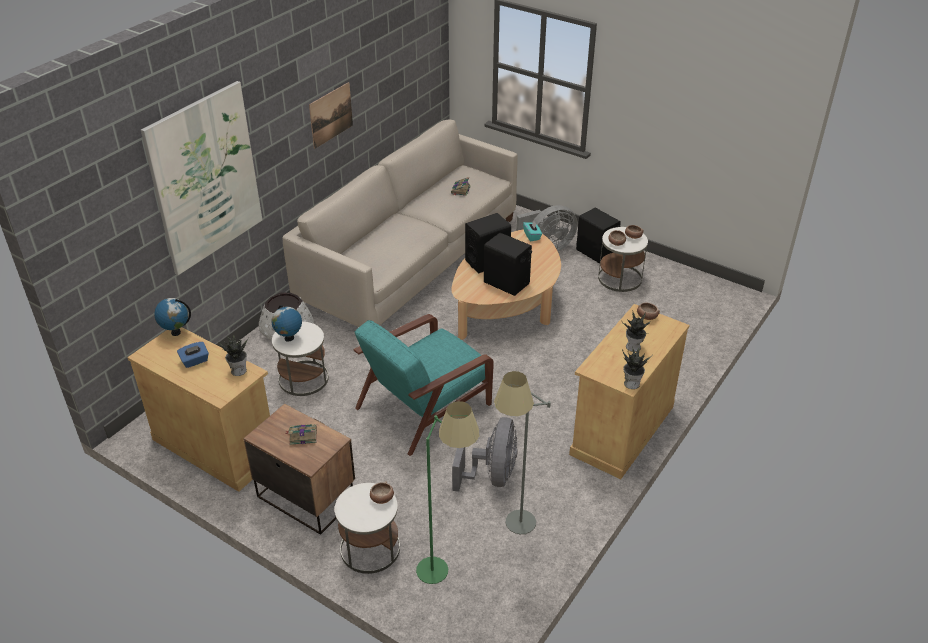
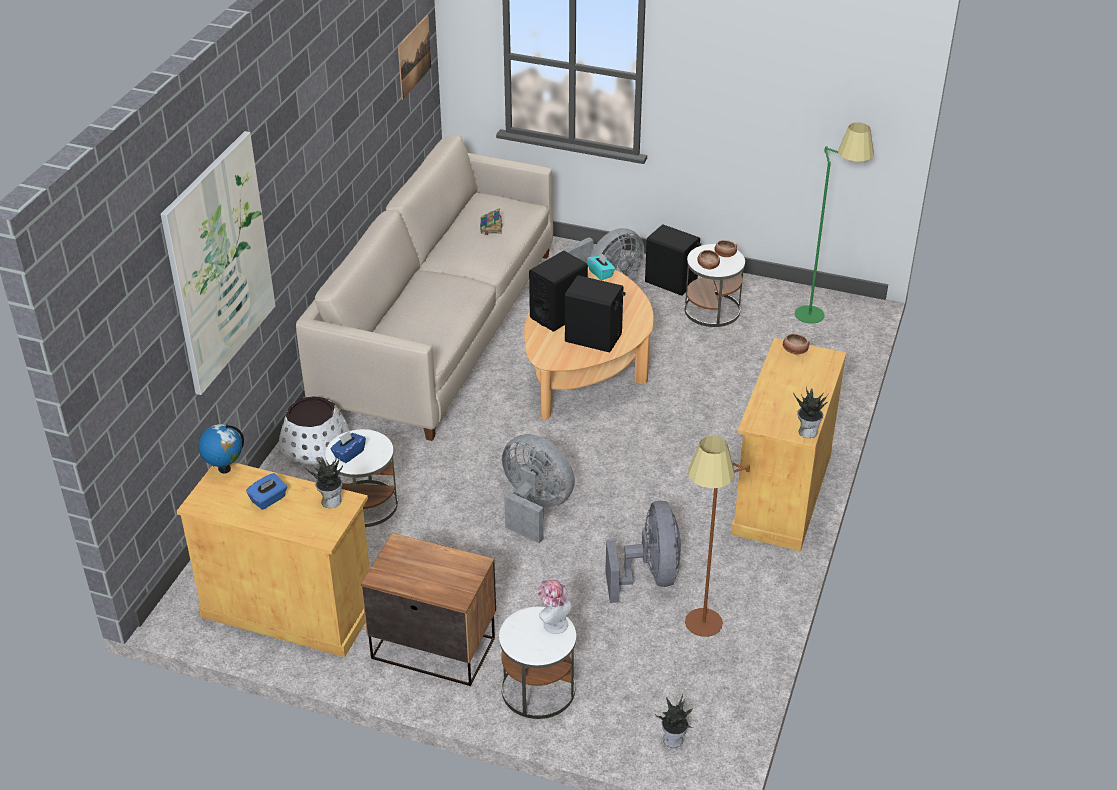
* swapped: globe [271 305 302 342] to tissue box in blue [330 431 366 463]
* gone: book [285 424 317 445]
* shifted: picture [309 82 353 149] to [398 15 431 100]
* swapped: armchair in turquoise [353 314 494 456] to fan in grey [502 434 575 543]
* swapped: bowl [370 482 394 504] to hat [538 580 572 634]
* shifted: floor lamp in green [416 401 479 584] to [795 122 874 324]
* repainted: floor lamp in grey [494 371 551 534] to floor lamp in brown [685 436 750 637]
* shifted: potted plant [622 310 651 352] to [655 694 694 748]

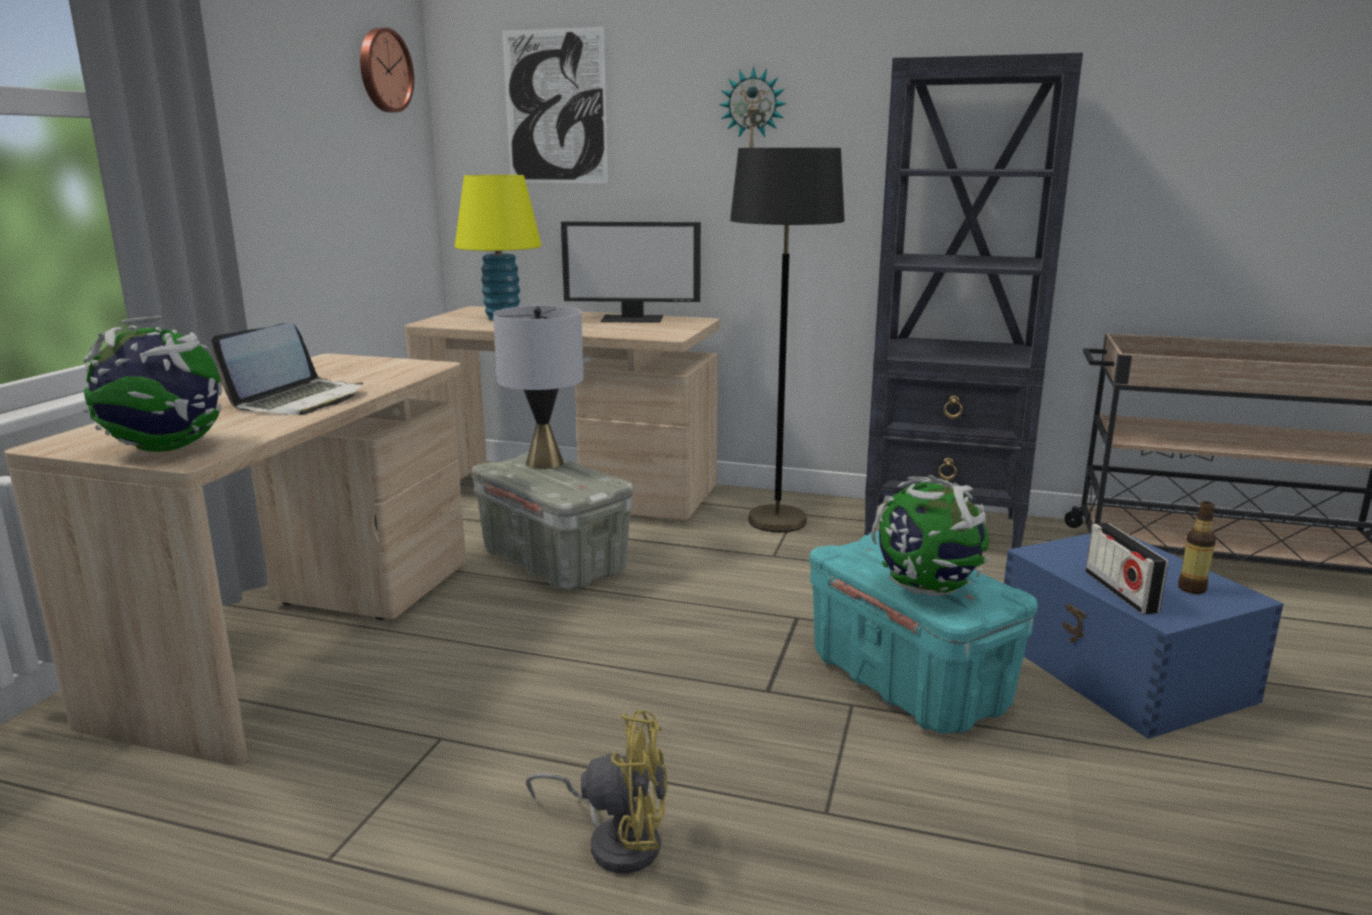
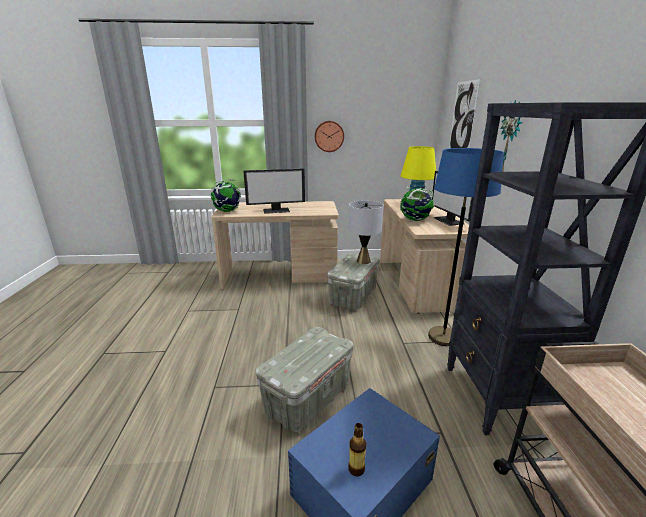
* swapped: laptop [211 323 363 415] to monitor [243 168 305 214]
* shifted: wall clock [360 28 414 112] to [315 121 344 152]
* gone: fan in yellow [526 710 668 873]
* repainted: floor lamp in black [730 148 845 532] to floor lamp in blue [428 148 504 346]
* repainted: storage box in turquoise [809 531 1038 734] to storage box in grey [256 327 354 432]
* shifted: globe [871 475 990 596] to [400 186 435 221]
* gone: radio [1085 523 1168 614]

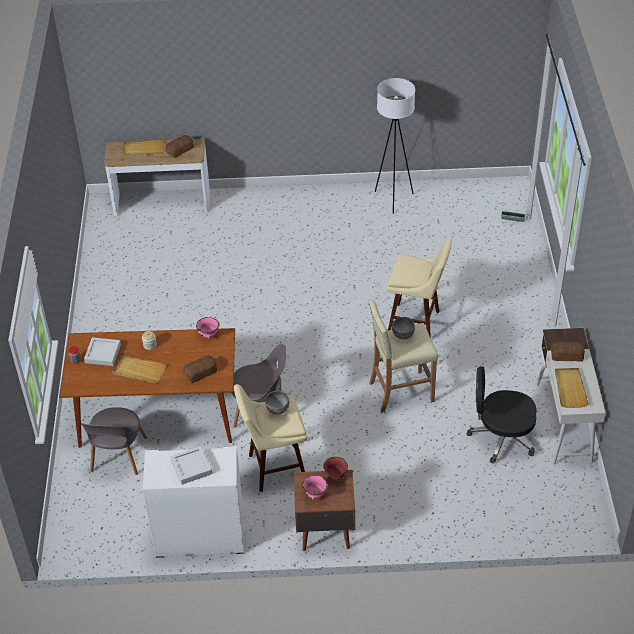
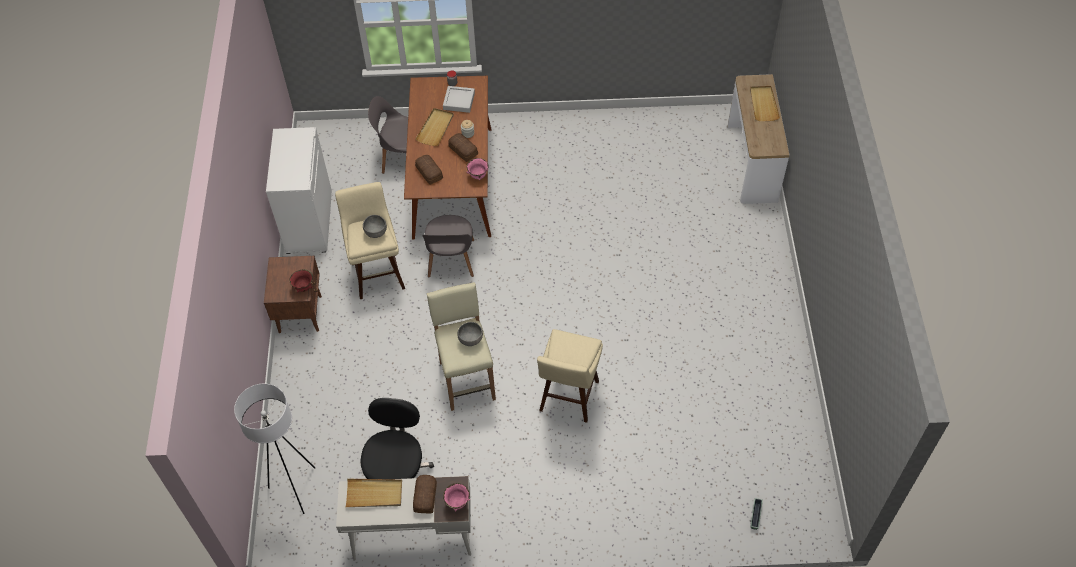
* shifted: bread [165 135 194 158] to [448 133 478 162]
* gone: tray in grey [170 446 213 485]
* shifted: bowl in pink [302 475 328 500] to [443 483 470 512]
* shifted: floor lamp in white [375 78 415 214] to [234 384 315 514]

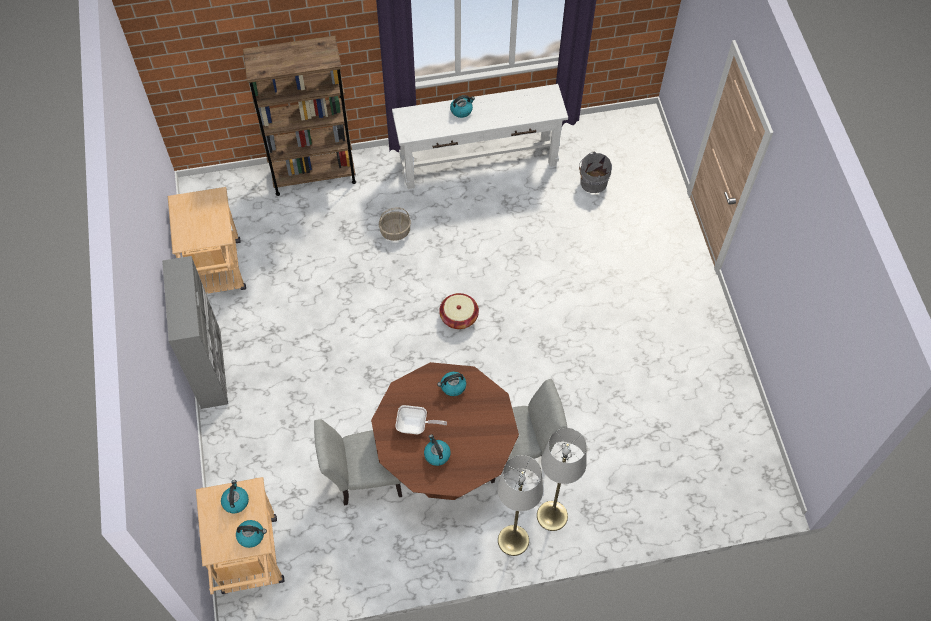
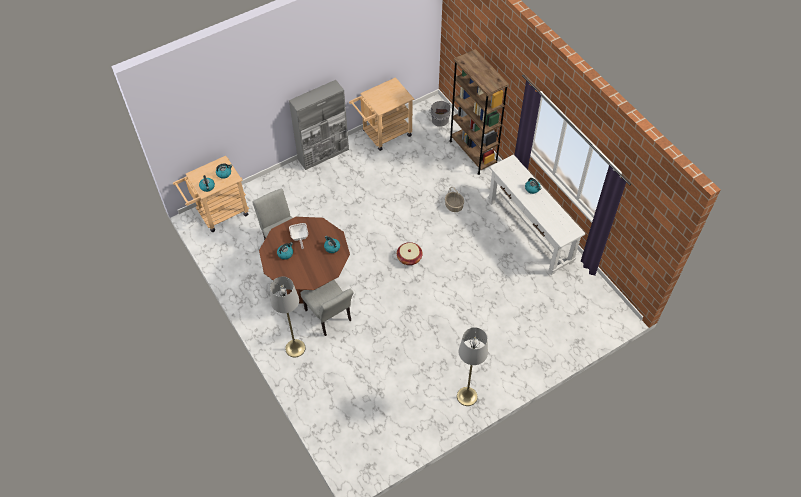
* shifted: floor lamp in grey [497 455 543 556] to [457 328 488 406]
* shifted: bucket in grey [579 152 612 193] to [429 101 450 127]

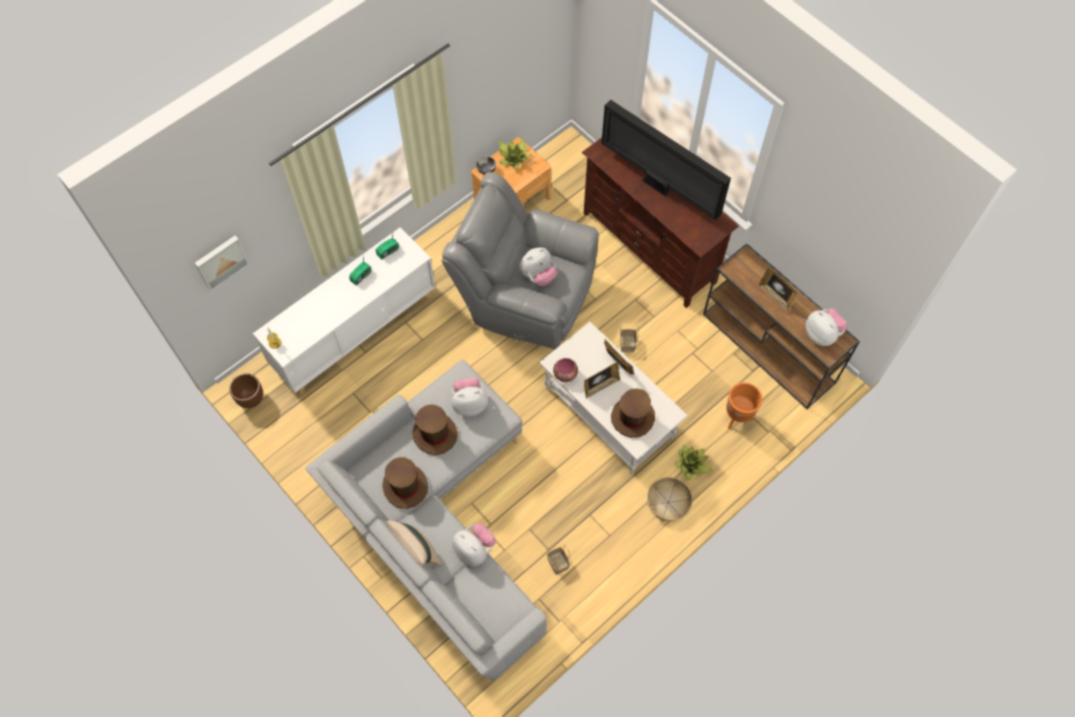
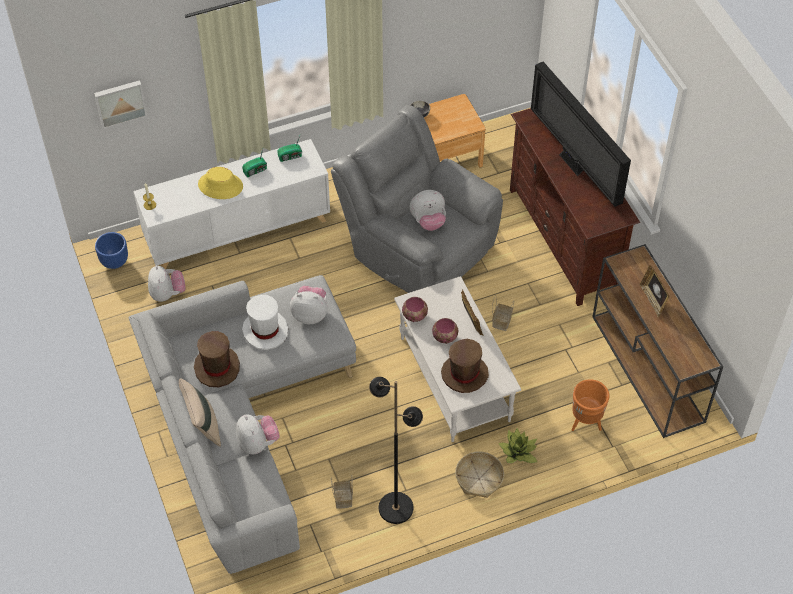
* repainted: planter in brown [229 373 263 408] to planter in blue [95 232 128 269]
* repainted: hat in brown [412 404 458 455] to hat in white [242 295 288 350]
* gone: potted plant [498 139 532 169]
* swapped: picture frame [584 363 620 399] to bowl [432 318 458 344]
* shifted: plush toy [806 308 847 346] to [148 265 186 302]
* new: hat in yellow [198 167 243 199]
* new: floor lamp in black [369 377 423 524]

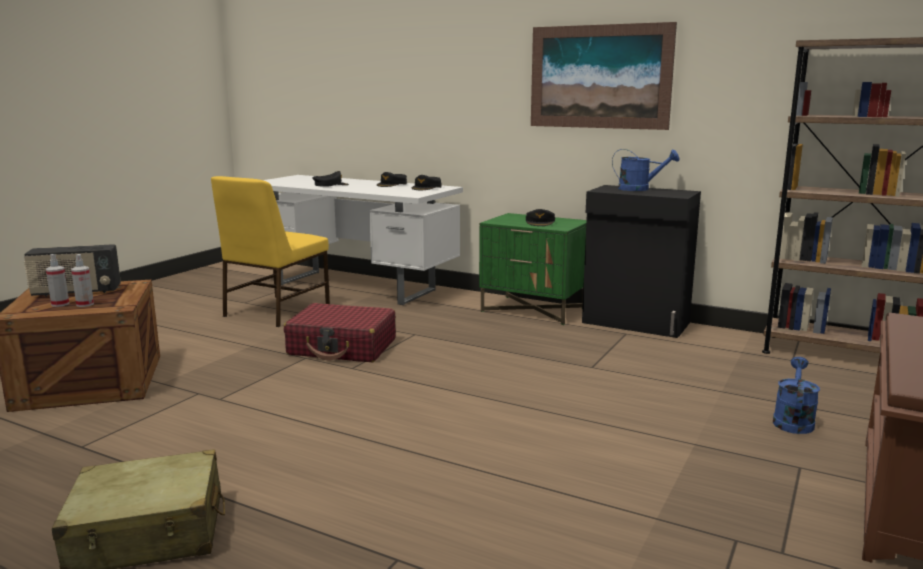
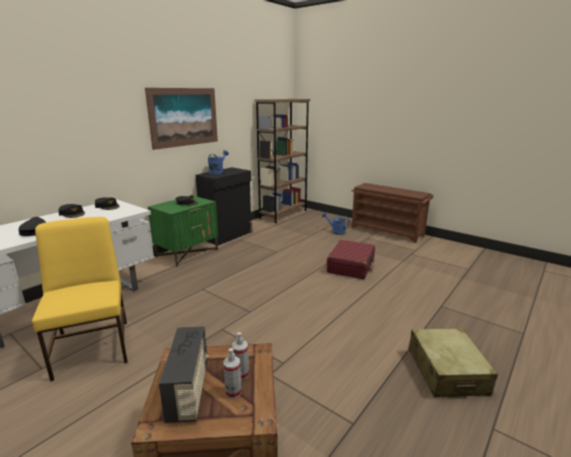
* rotated: chair in yellow [211 176 330 327] = [32 217 128 381] 150 degrees counterclockwise
* shifted: suitcase in red [284 303 396 362] to [327 240 375 279]

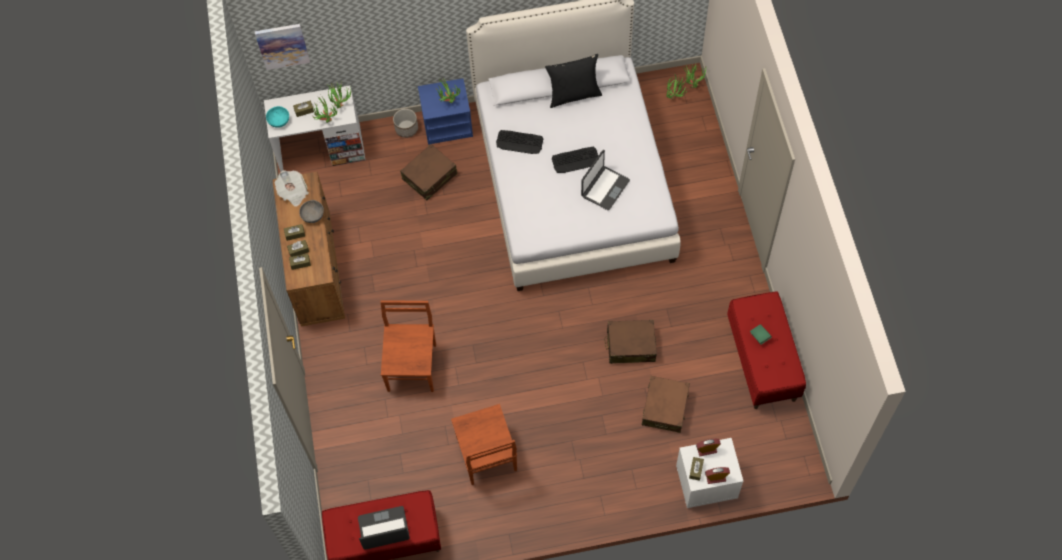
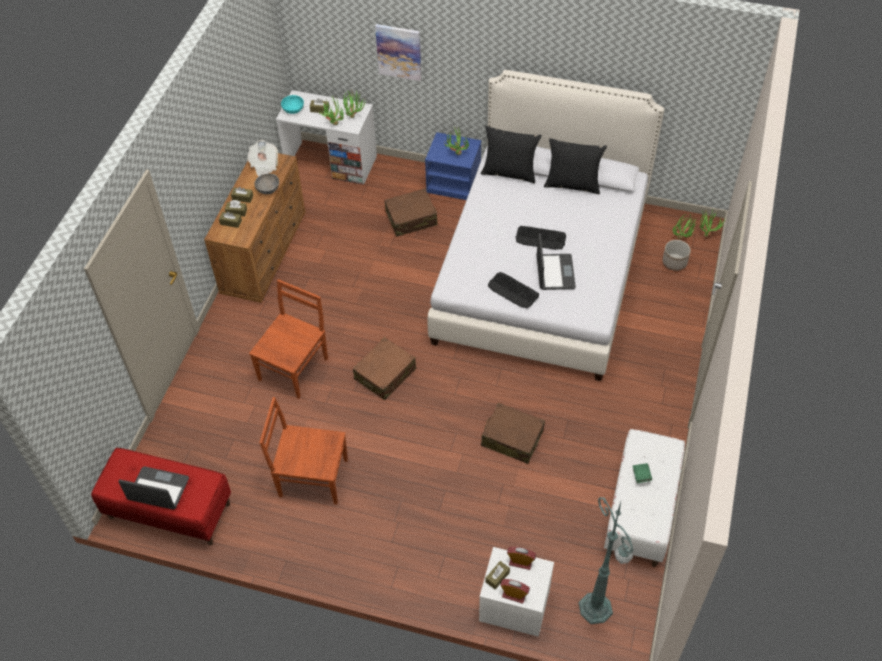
* shifted: picture [255 24 310 70] to [375 24 421 81]
* shifted: planter [393 109 418 138] to [662 240 691 271]
* rotated: chair in brown [451 404 517 485] = [259 397 348 505] 90 degrees clockwise
* shifted: keyboard [496 130 543 154] to [488 272 539 308]
* rotated: laptop [581 150 630 210] = [537 233 576 290] 60 degrees counterclockwise
* shifted: suitcase in brown [642 376 690 433] to [353 337 416 400]
* repainted: bench in red [727 292 806 409] to bench in white [604 429 685 567]
* new: pillow in black [481 126 542 183]
* new: floor lamp in green [578 497 633 624]

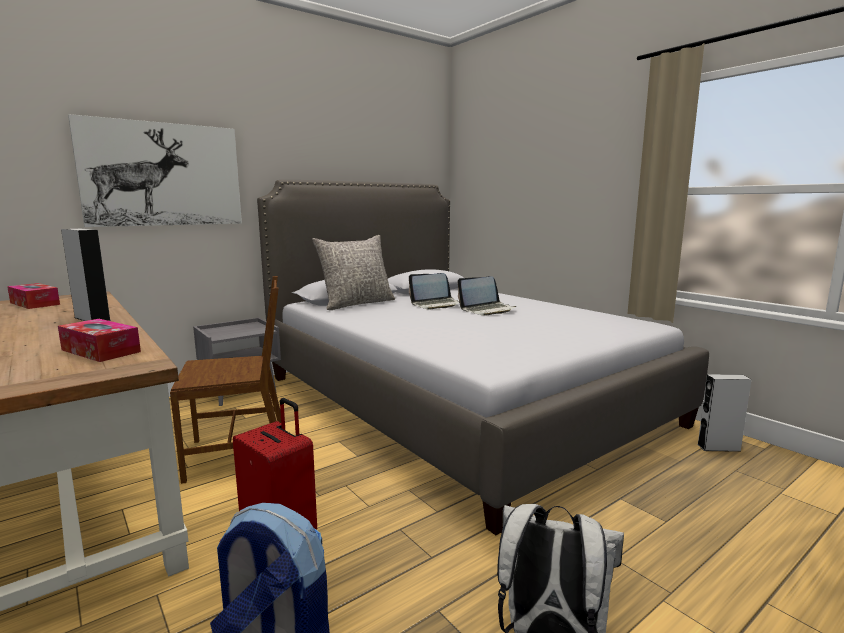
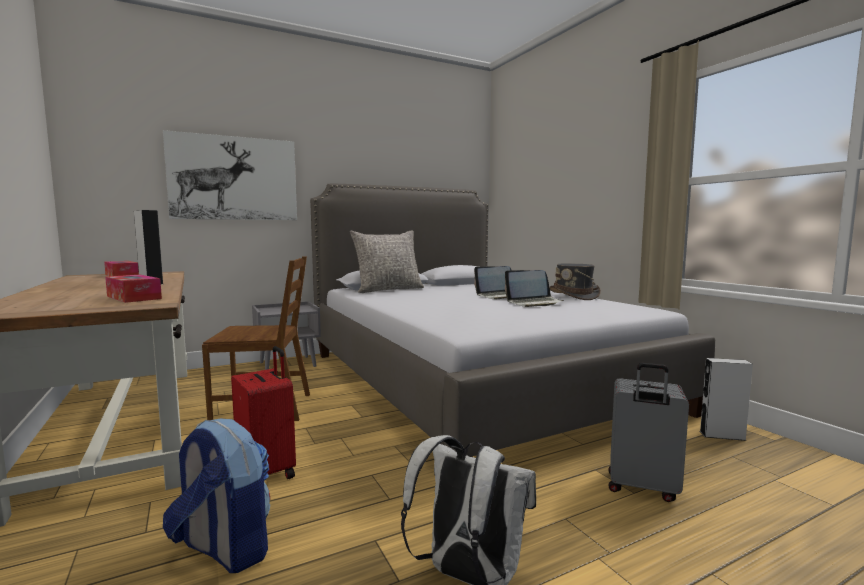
* shifted: laptop [409 273 459 309] to [505 270 564 307]
* new: hat in grey [549 263 601 300]
* new: suitcase in grey [609 363 689 502]

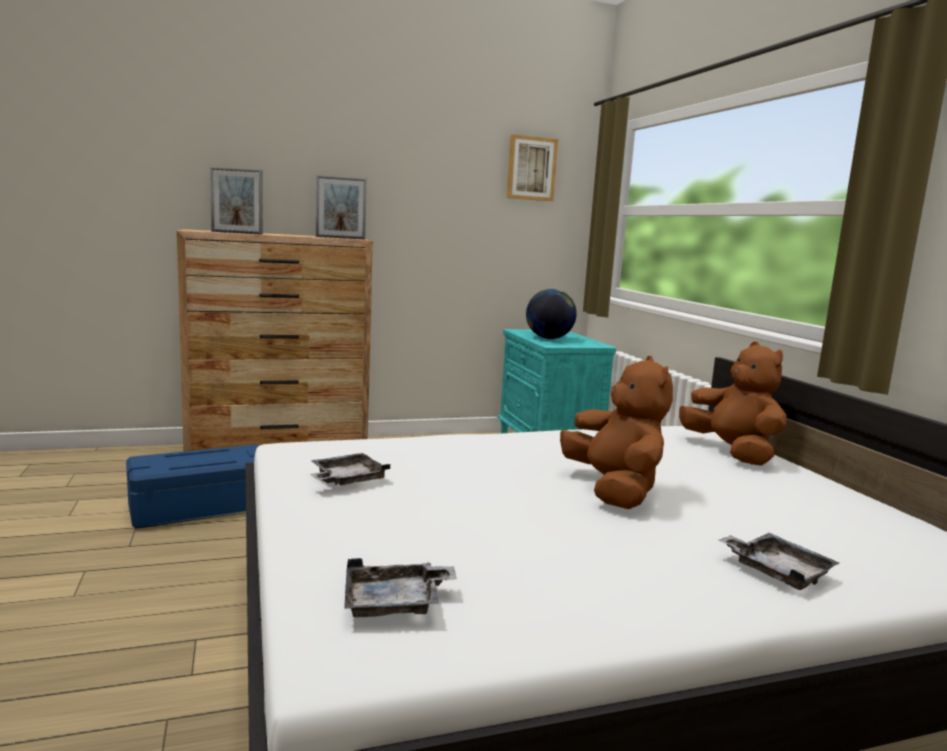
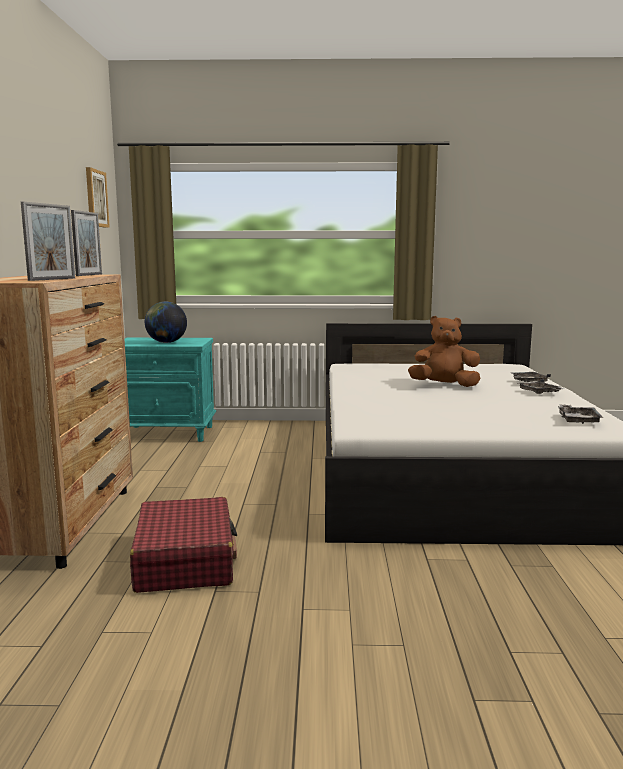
* swapped: storage box in blue [126 444 259 529] to suitcase in red [130 497 237 593]
* shifted: tray in grey [310 453 390 485] to [518 379 564 394]
* gone: plush toy in brown [679 342 787 466]

